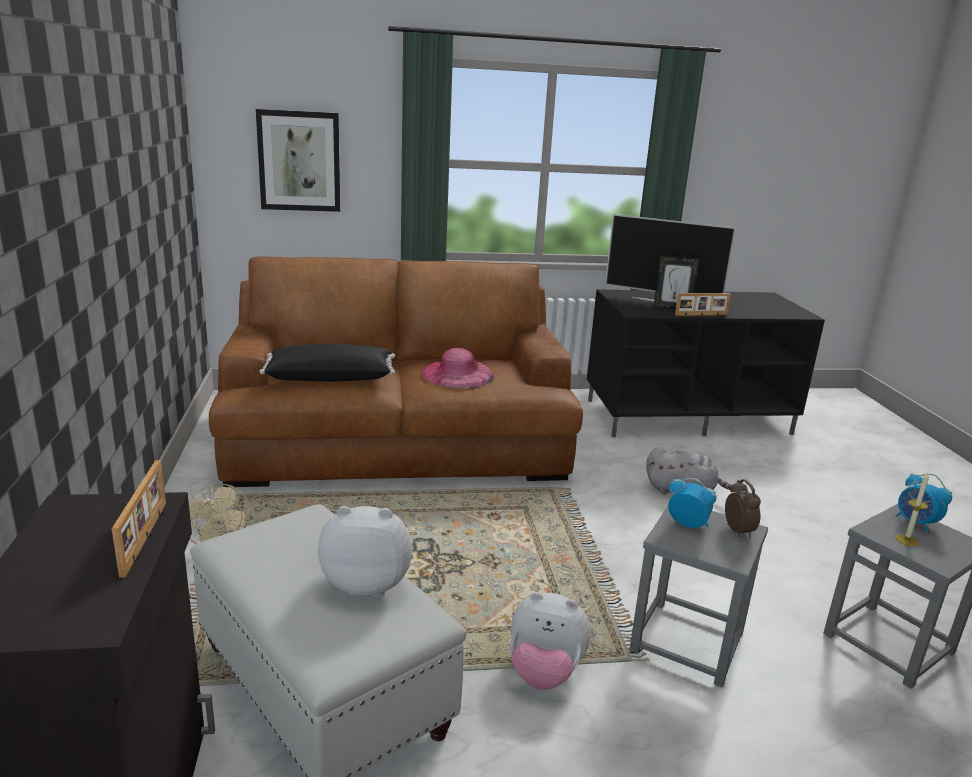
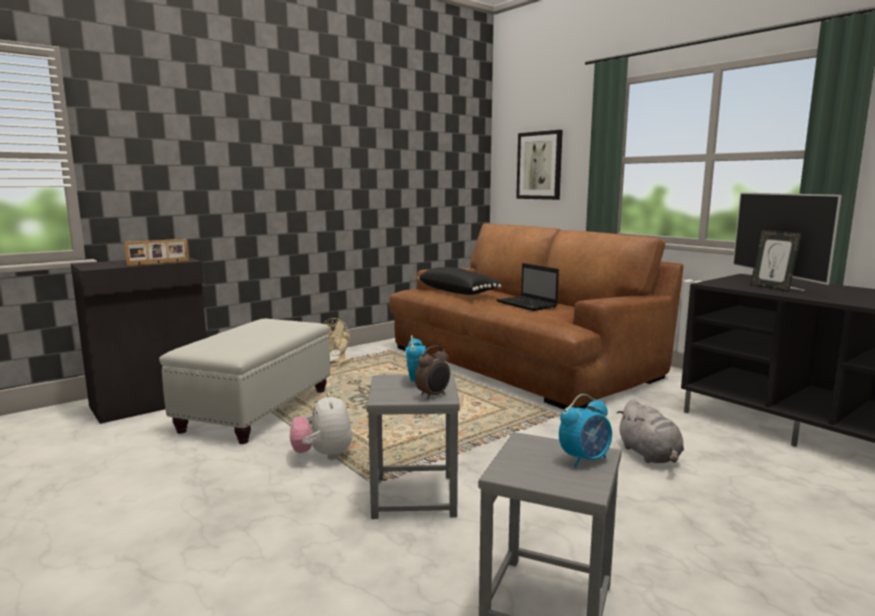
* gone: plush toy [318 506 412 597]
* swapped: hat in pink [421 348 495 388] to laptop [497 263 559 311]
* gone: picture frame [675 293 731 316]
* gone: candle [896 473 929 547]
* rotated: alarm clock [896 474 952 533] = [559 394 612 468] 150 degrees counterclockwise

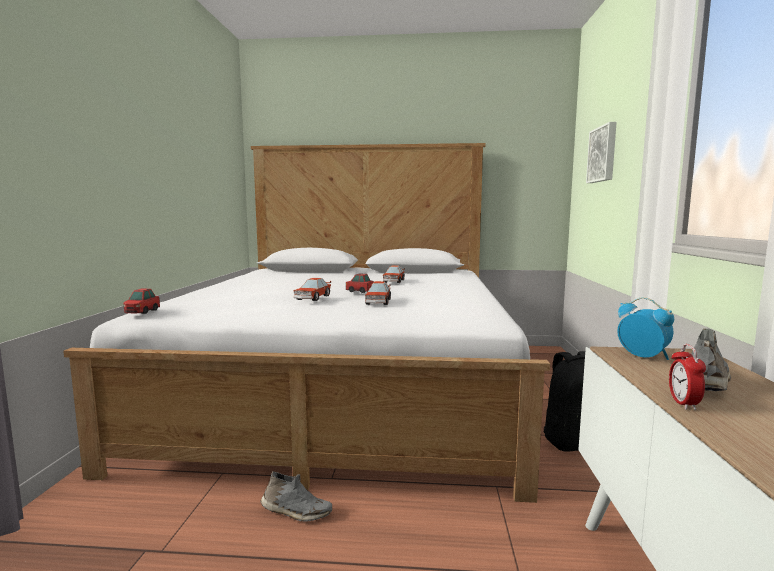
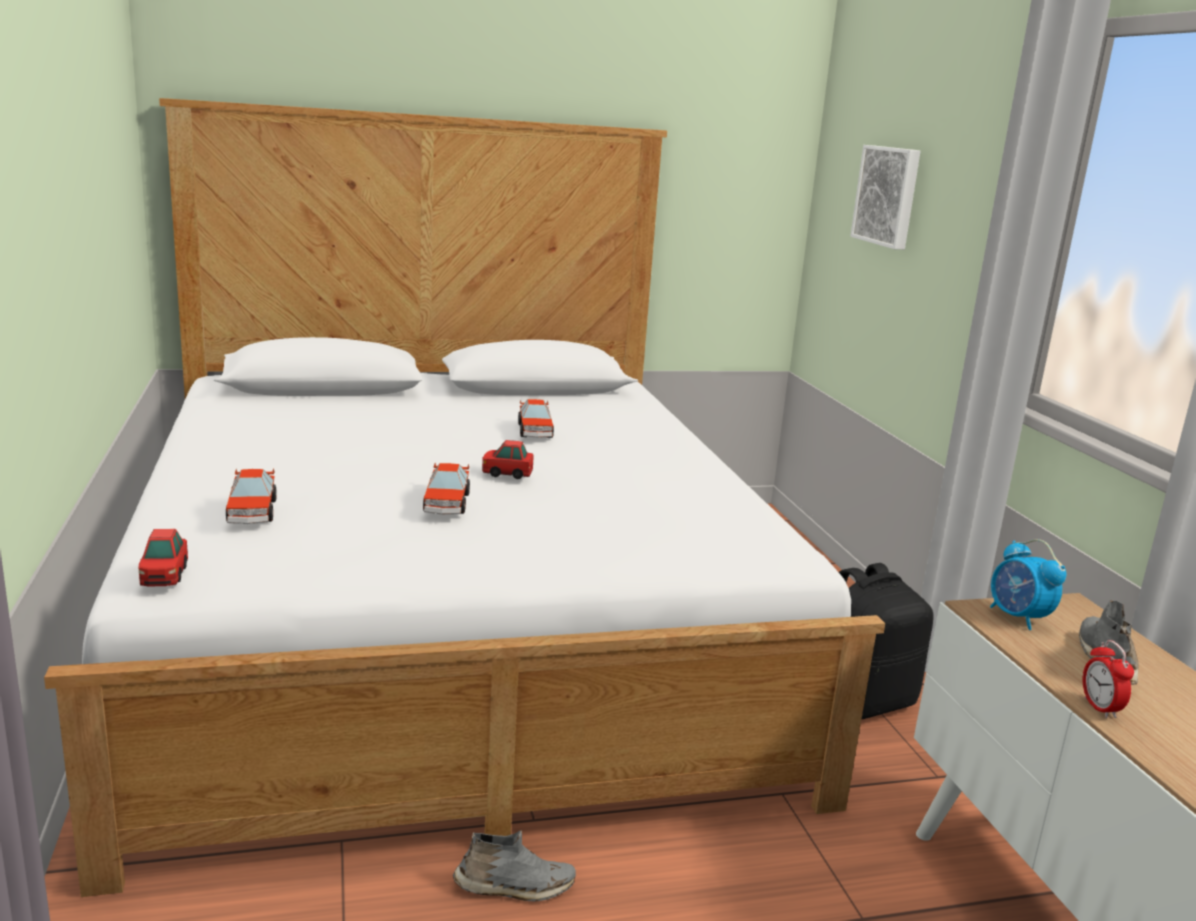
* shifted: toy car [365 281 391 305] to [226 468 276 524]
* rotated: alarm clock [617 297 674 360] = [990 539 1067 630] 150 degrees counterclockwise

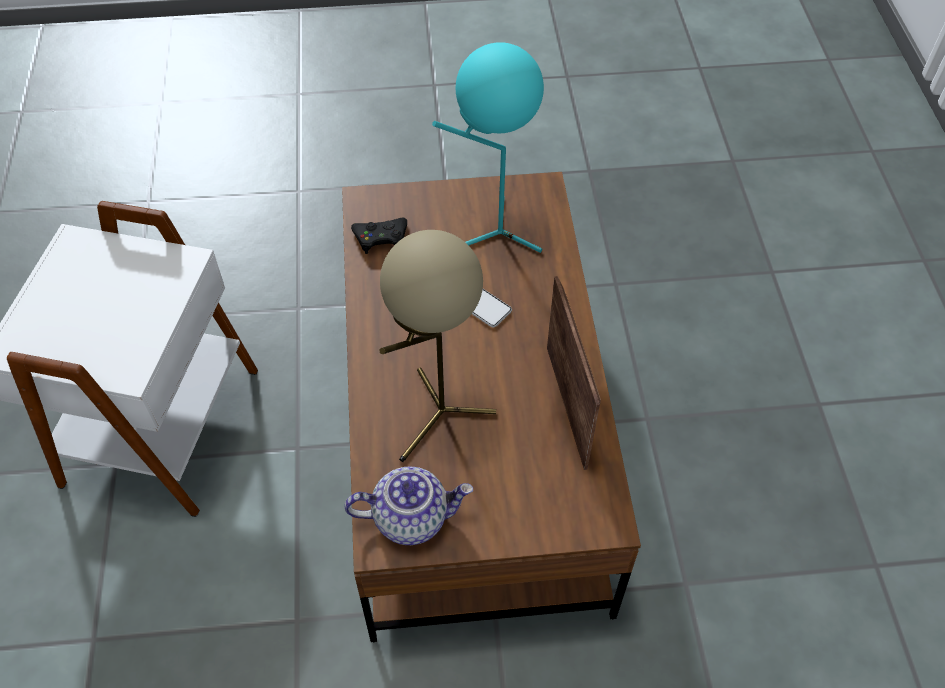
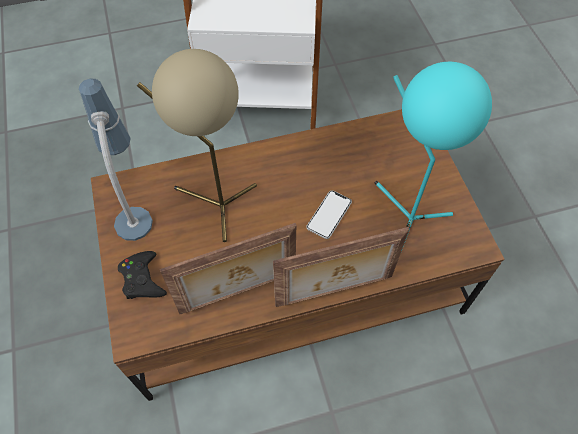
* swapped: teapot [344 467 473 545] to table lamp [79 79 153 241]
* shifted: game controller in black [351 217 407 254] to [118 251 167 299]
* new: picture frame [273 227 409 307]

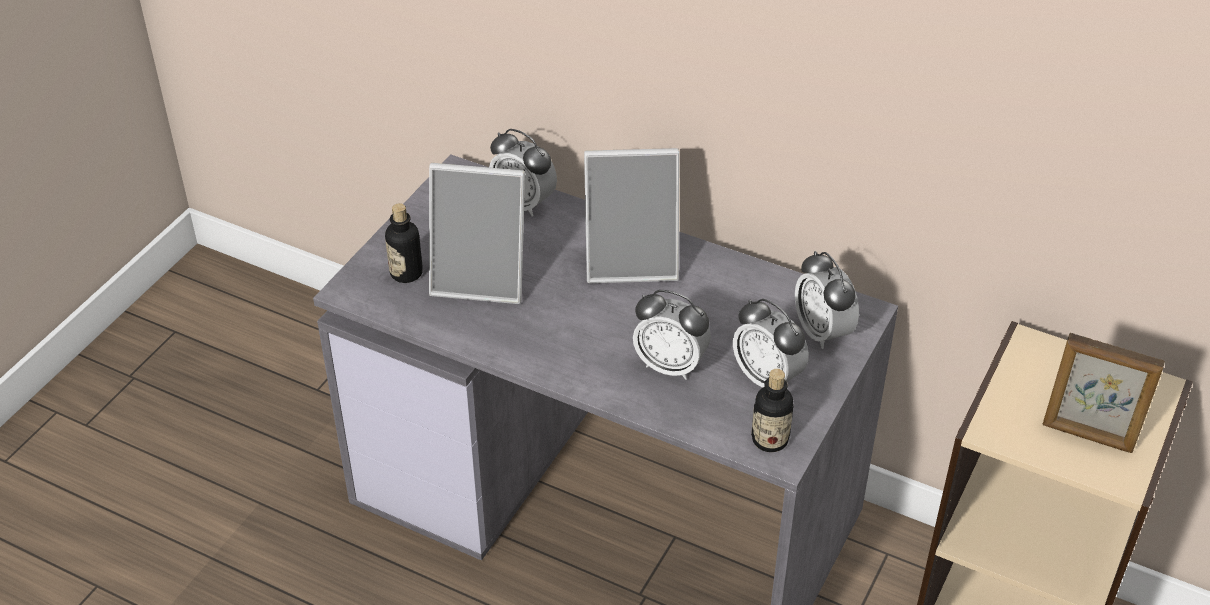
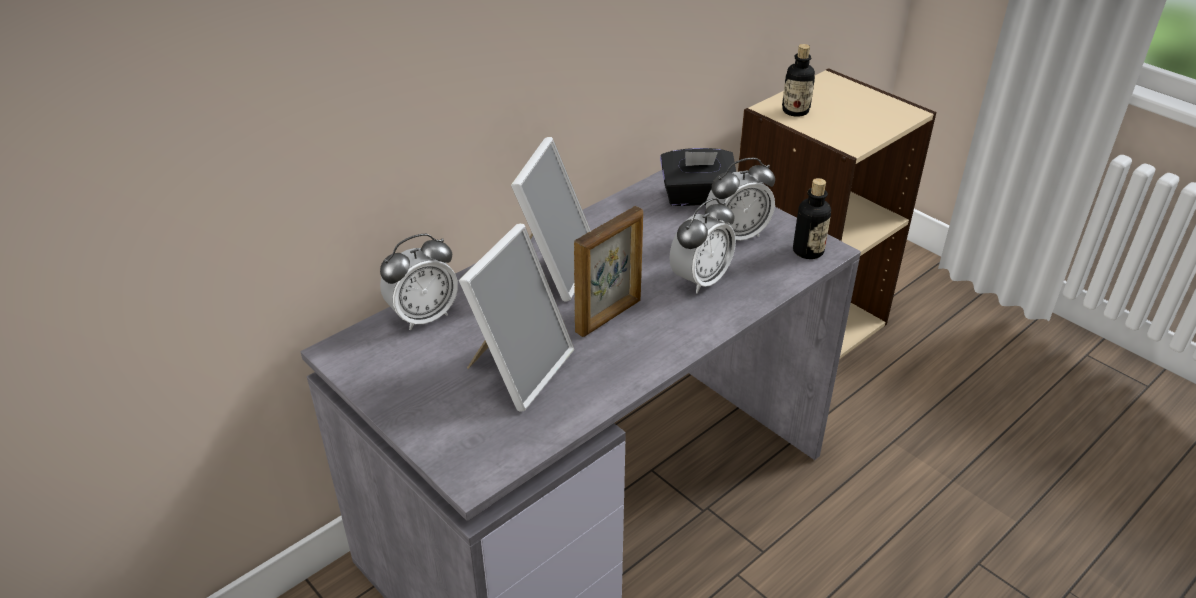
* shifted: bottle [385 203 423 283] to [782 44 815 117]
* swapped: alarm clock [795 251 859 349] to tissue box in black [660 148 736 206]
* shifted: picture frame [1043 333 1165 453] to [574 206 643 337]

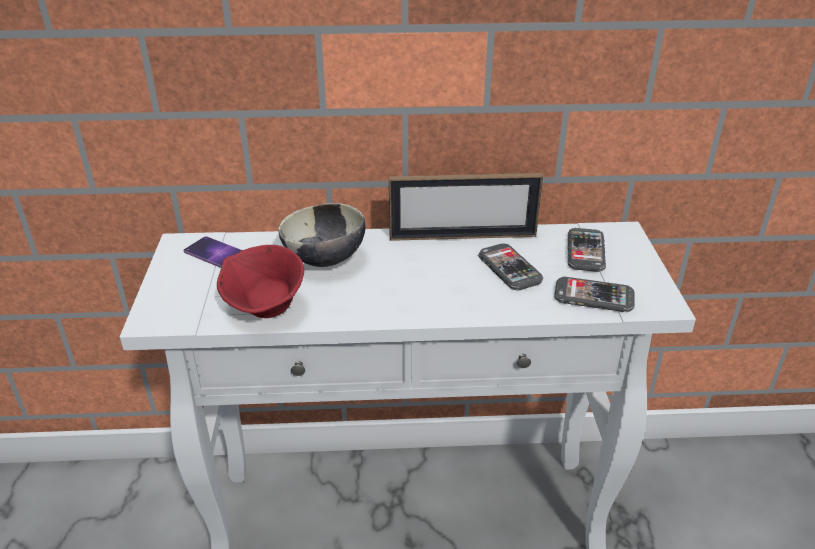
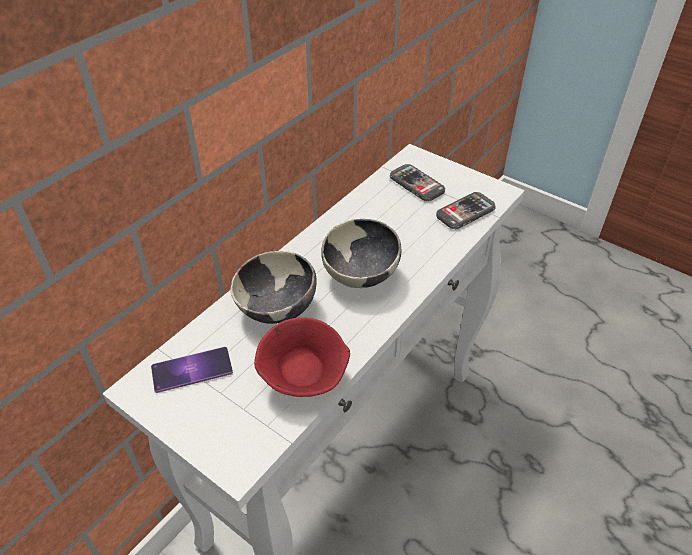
* gone: picture frame [389 173 543 241]
* gone: phone [478 243 543 290]
* new: bowl [321 219 402 288]

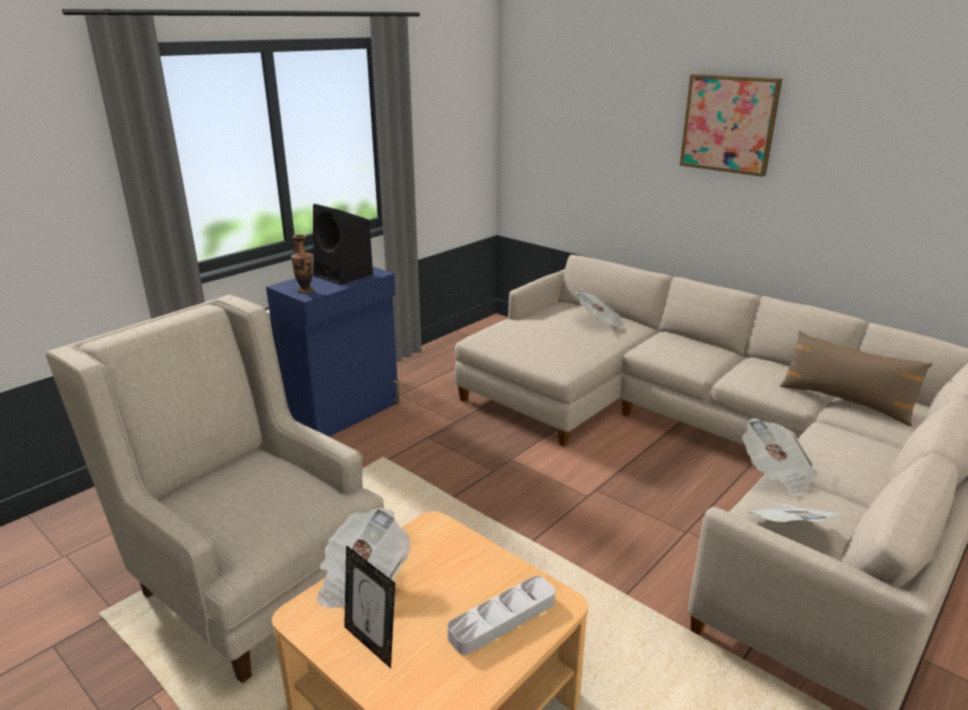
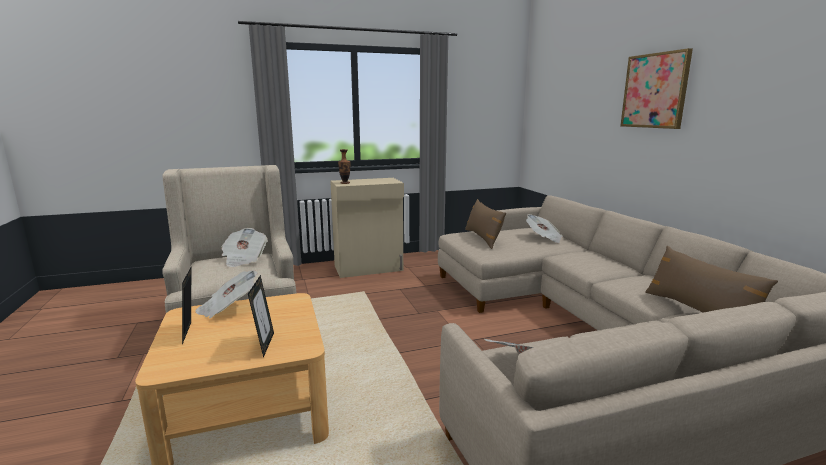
* repainted: cabinet in blue [266 267 400 437] to cabinet in beige [330 178 404 278]
* gone: speaker in black [313 204 373 285]
* swapped: tray in grey [447 576 555 655] to picture frame [248 275 274 358]
* shifted: newspaper [742 418 817 497] to [221 228 268 267]
* new: pillow in brown [465 199 506 249]

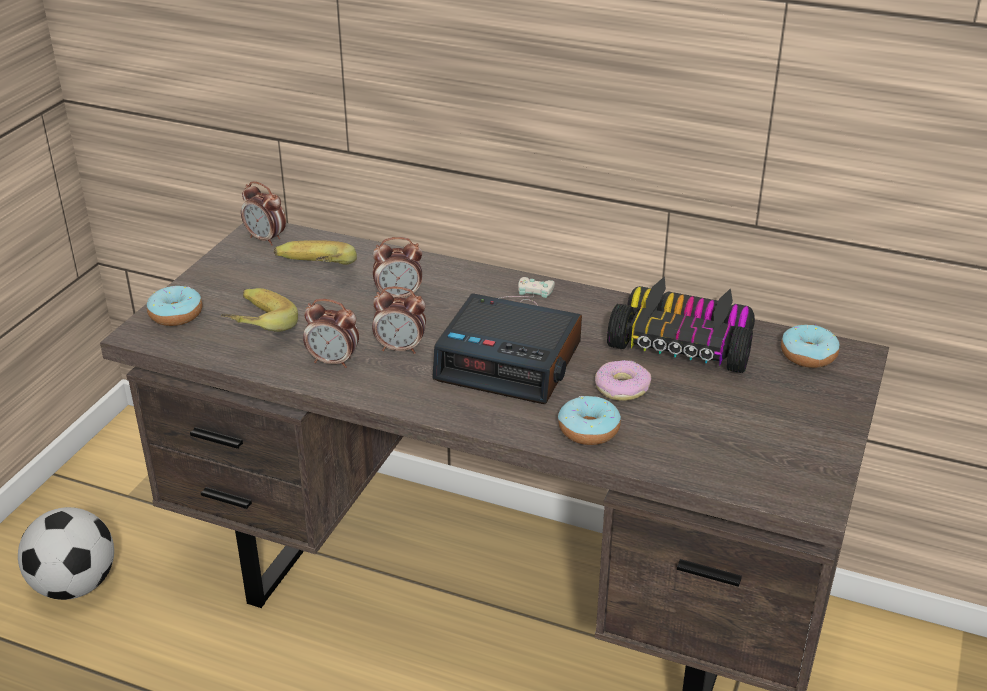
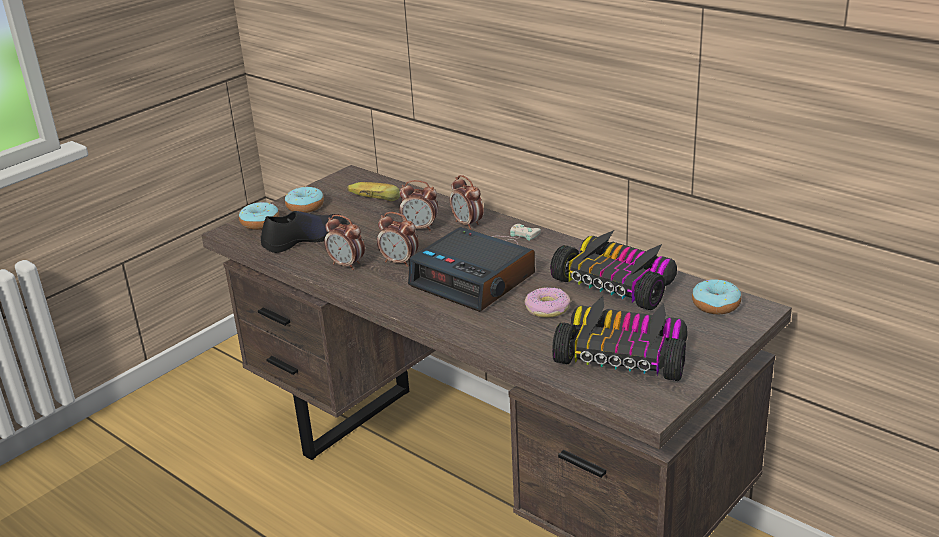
* gone: football [18 507 114 600]
* swapped: banana [220 288 298 332] to shoe in black [261 211 347 253]
* shifted: alarm clock [241 181 286 246] to [450 175 484 230]
* shifted: donut [558 396 621 445] to [285 186 324 213]
* new: toy car [552 296 688 381]

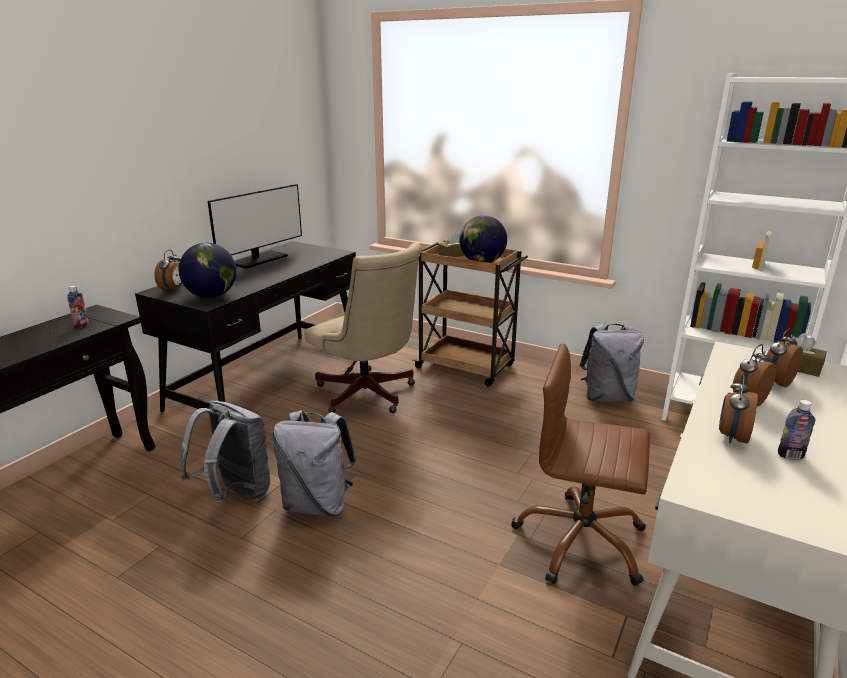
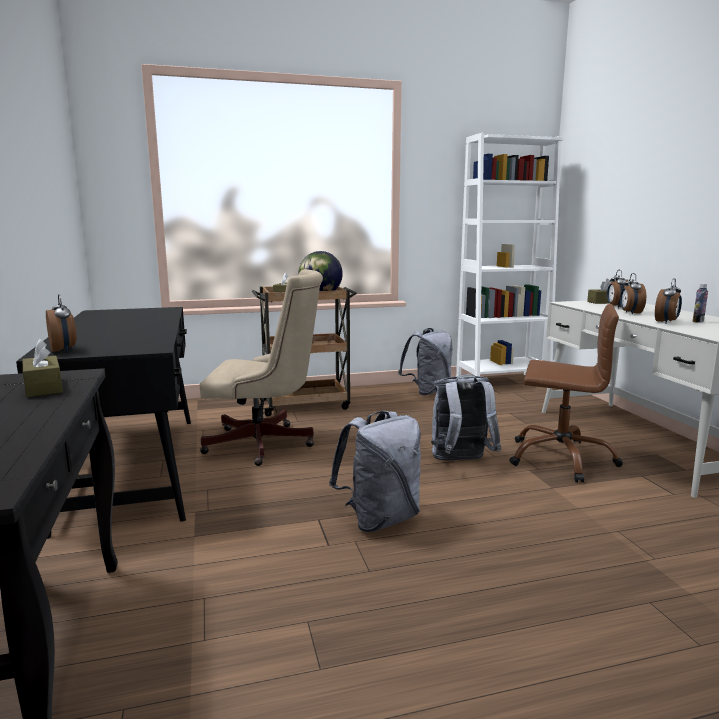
* swapped: bottle [67 285 89 328] to tissue box in brown [23 339 63 397]
* gone: globe [179 243 237 298]
* shifted: backpack in grey [180 400 270 502] to [431 374 501 461]
* gone: monitor [207 184 302 269]
* rotated: office chair in brown [511 343 650 586] = [510 304 623 482] 135 degrees counterclockwise
* rotated: alarm clock [719 375 758 444] = [655 278 682 324] 120 degrees counterclockwise

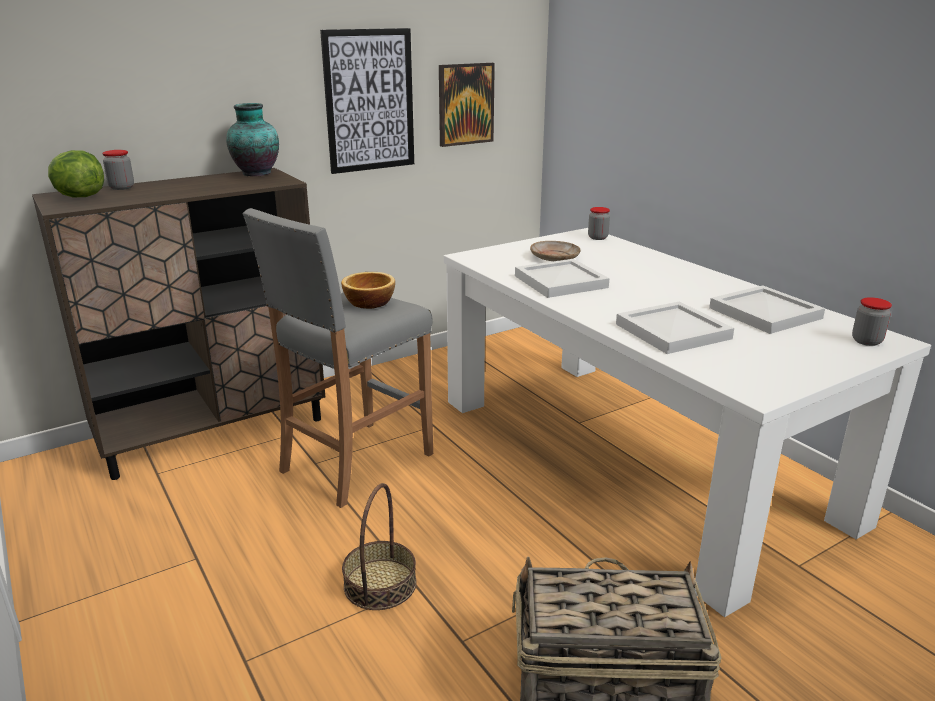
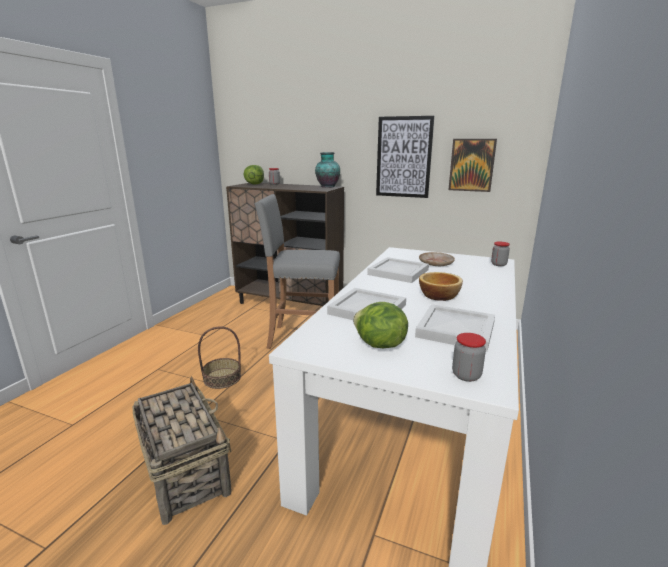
* shifted: bowl [341 272 395 309] to [419 272 463 301]
* new: lettuce [353 302 408 348]

